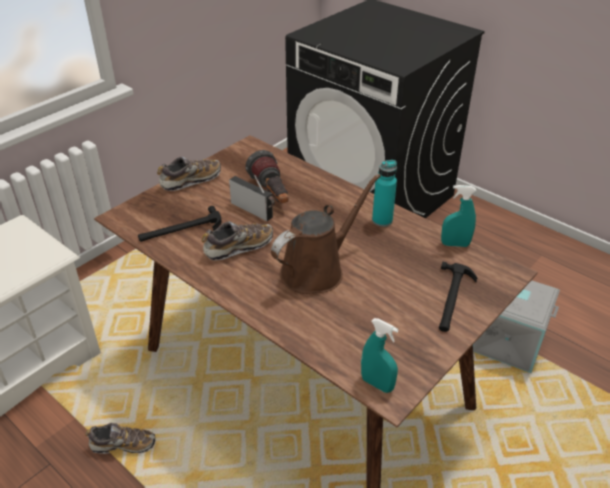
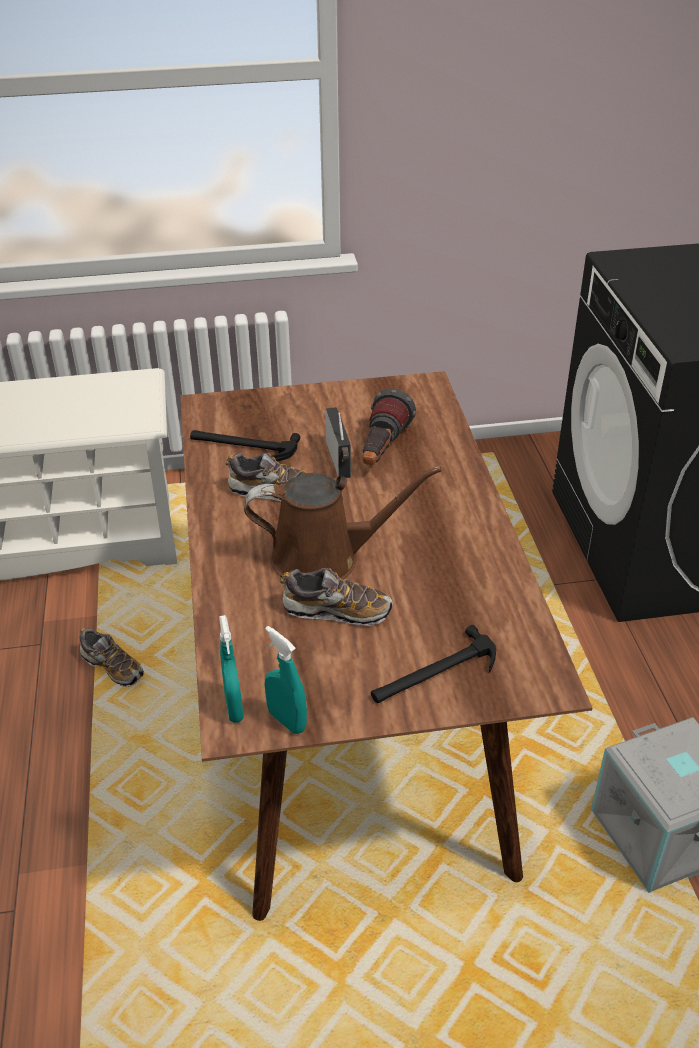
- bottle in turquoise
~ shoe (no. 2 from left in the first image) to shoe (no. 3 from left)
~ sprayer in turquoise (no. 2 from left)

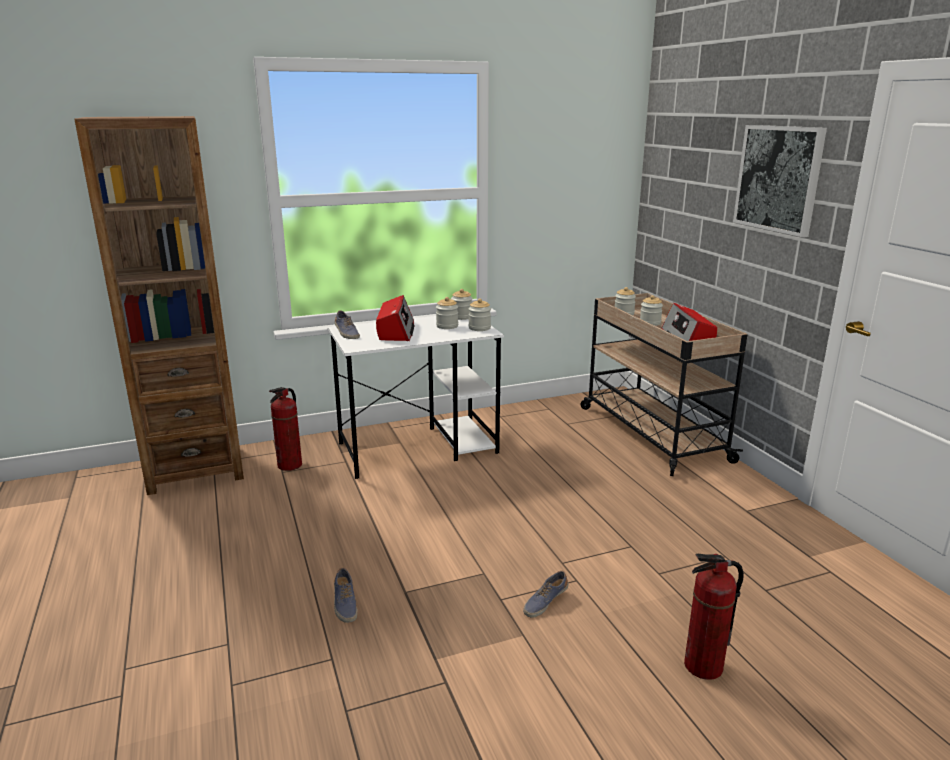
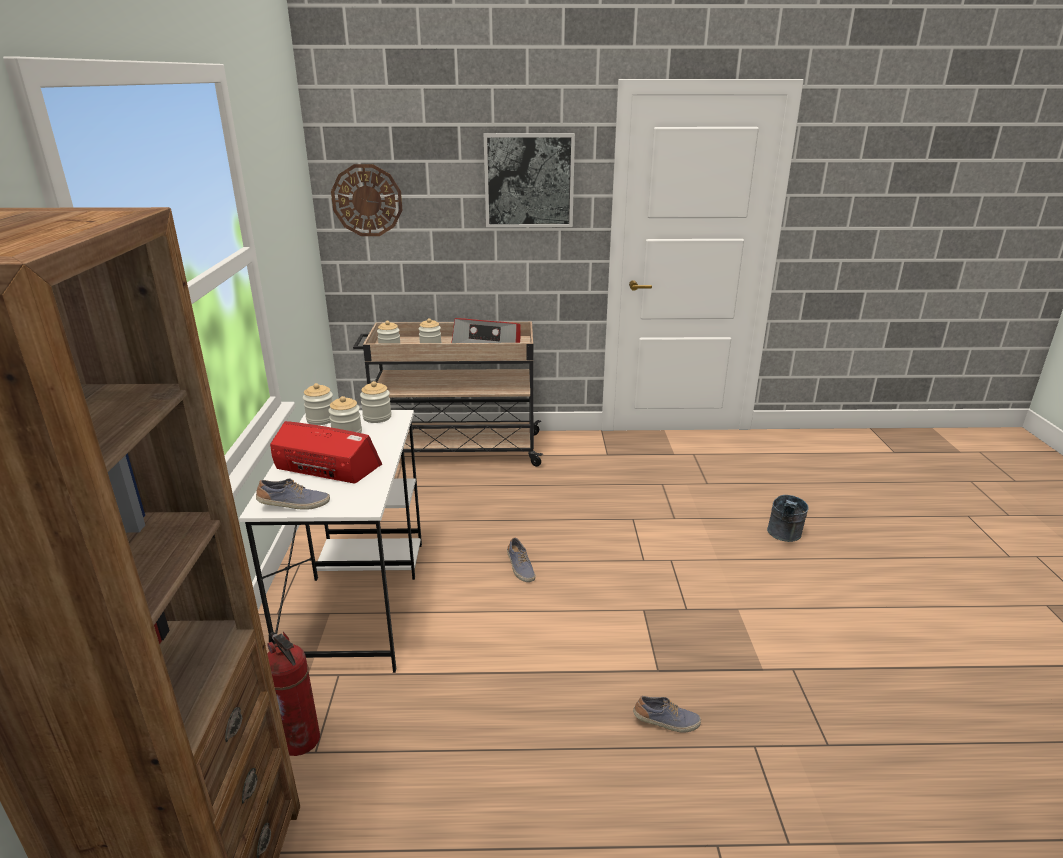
+ hanging clock
~ shoe (no. 3 from left in the first image) to shoe (no. 2 from left)
~ fire-fighting cylinder (no. 2 from left) to pail in greyish

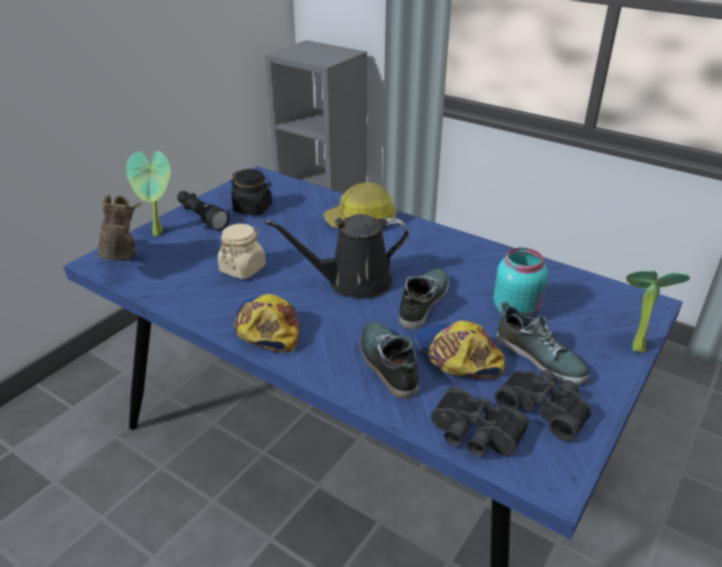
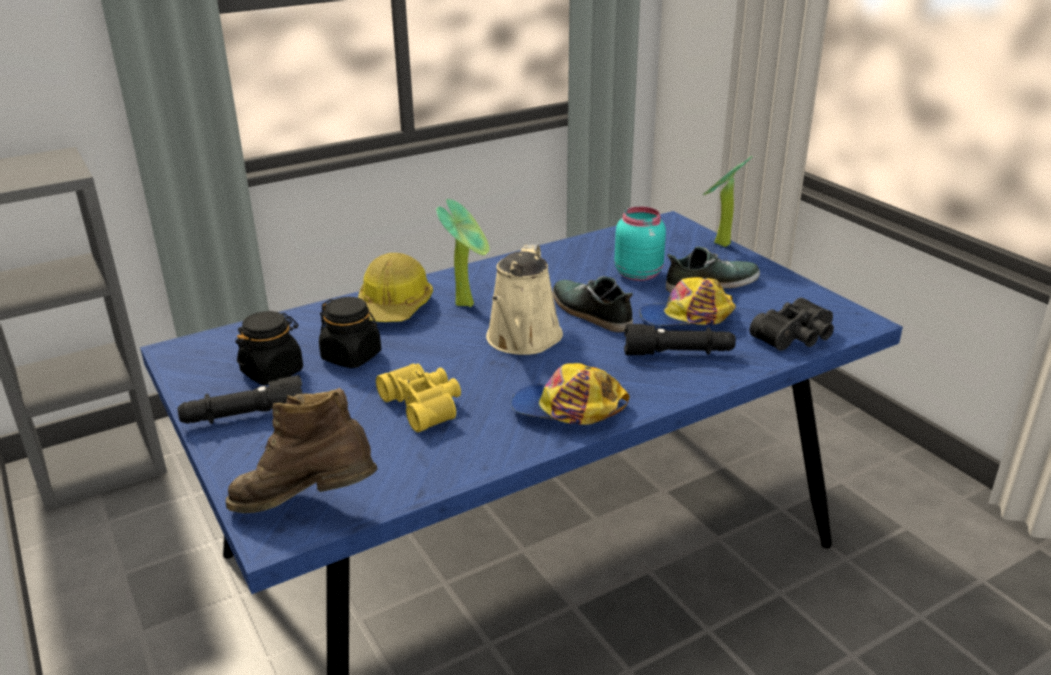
- field glasses in black-coloured (no. 2 from left)
+ storage jar in black-coloured (no. 2 from left)
~ plant in a pot (no. 1 from left)
~ storage jar in sand-coloured to field glasses in yellowish
~ shoe (no. 1 from left) to flashlight in black-coloured (no. 2 from left)
~ watering can in black-coloured to watering can in sand-coloured

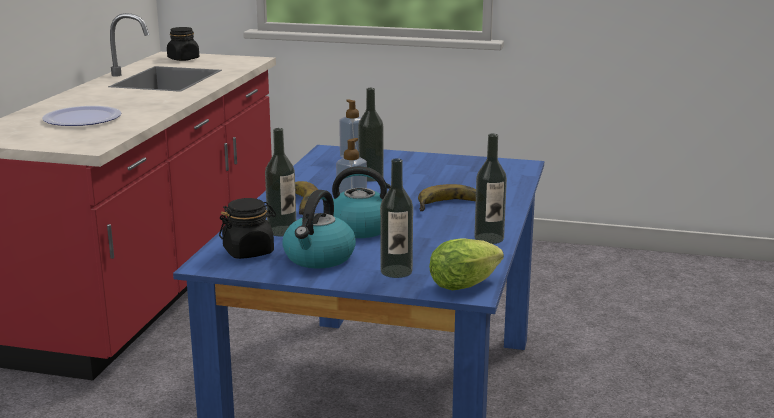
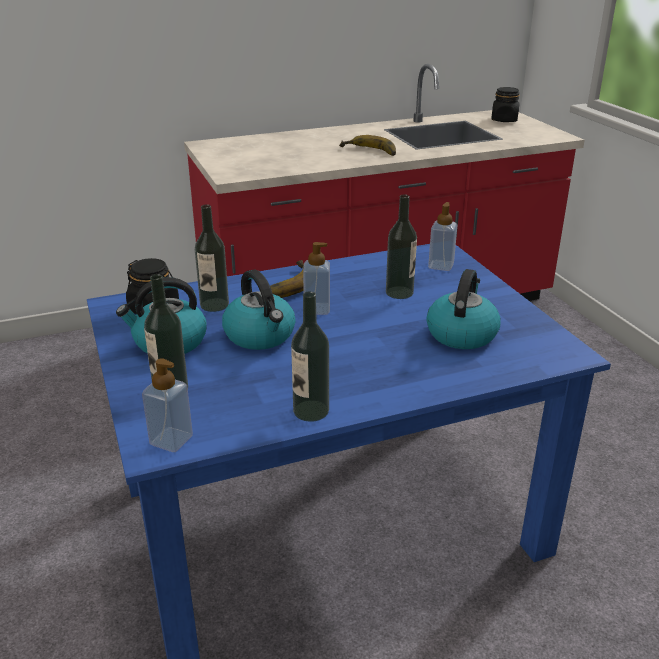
- plate
+ water kettle (no. 3 from left)
~ whole banana (no. 2 from left)
~ lettuce to soap bottle (no. 1 from left)

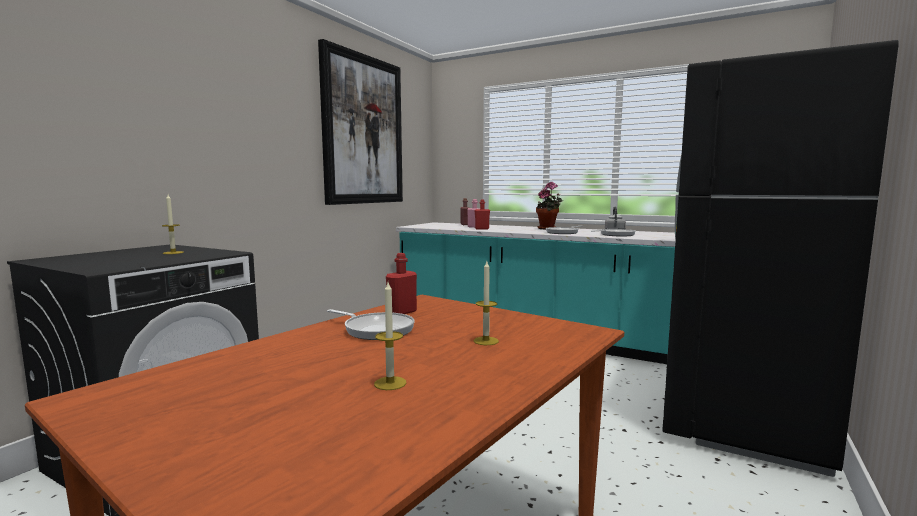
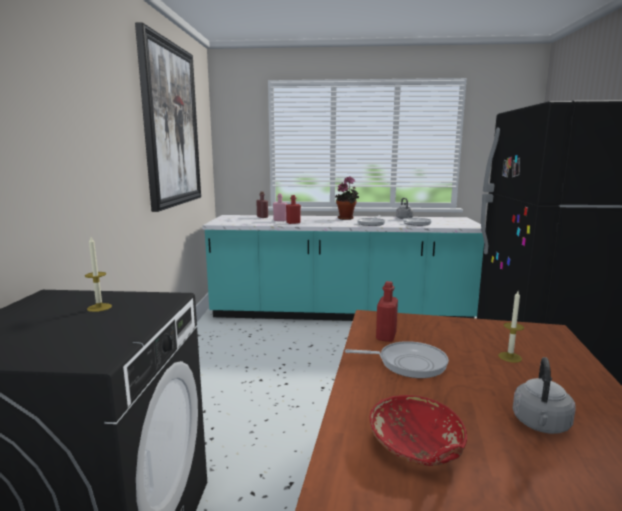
+ deep dish in red
~ wax light (no. 2 from left) to water kettle in greyish (no. 2 from left)

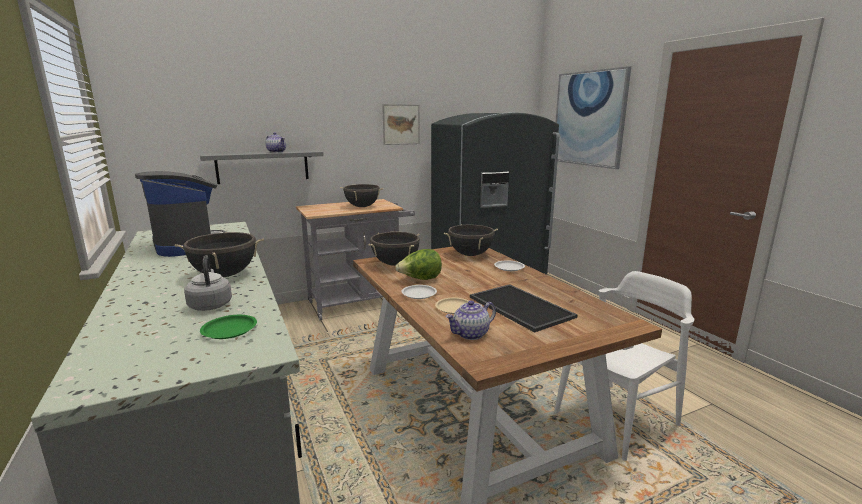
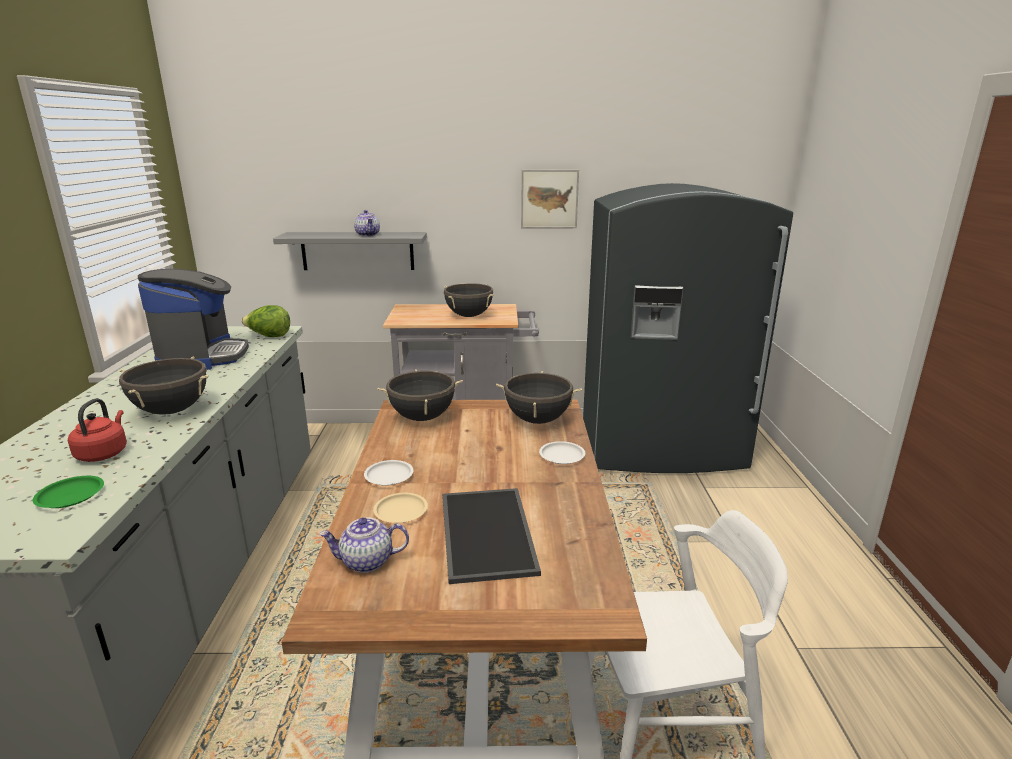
- wall picture (no. 2 from left)
~ lettuce
~ water kettle in greyish to water kettle in red

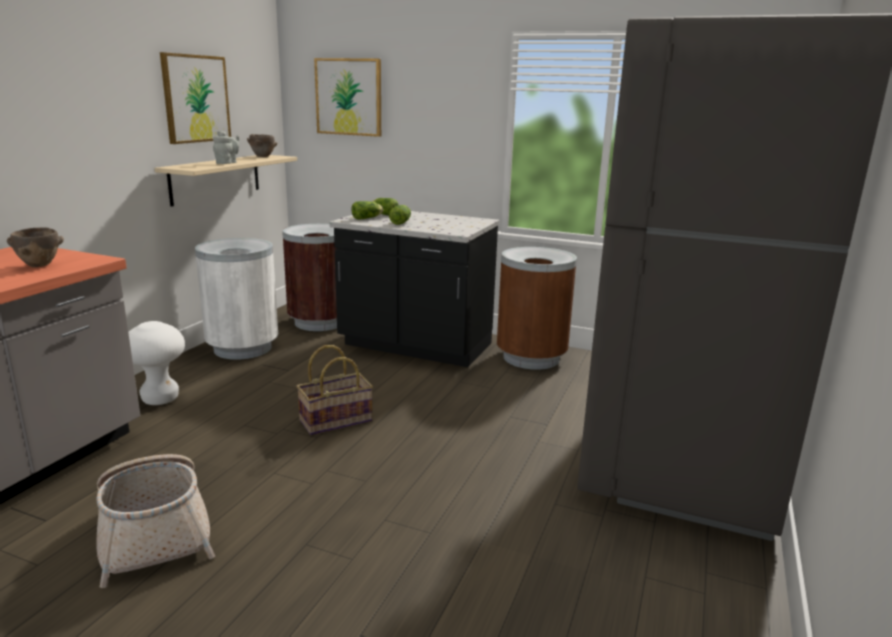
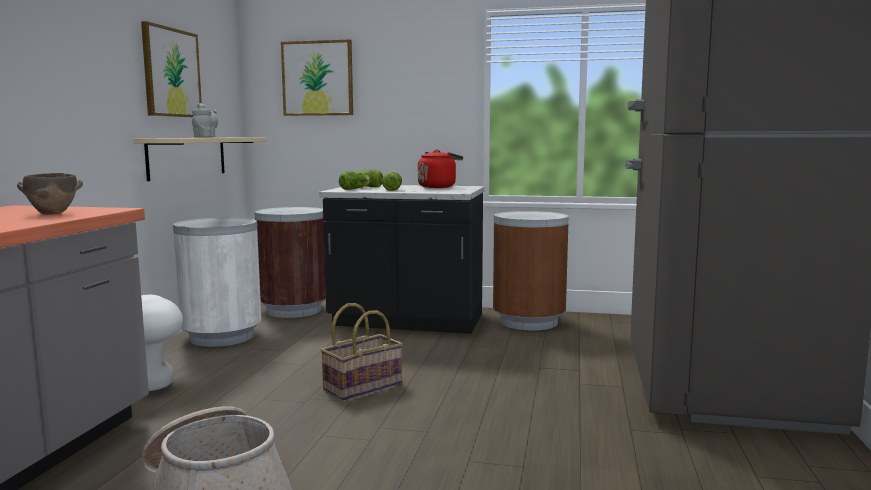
- deep dish in brown (no. 2 from left)
+ water kettle in red

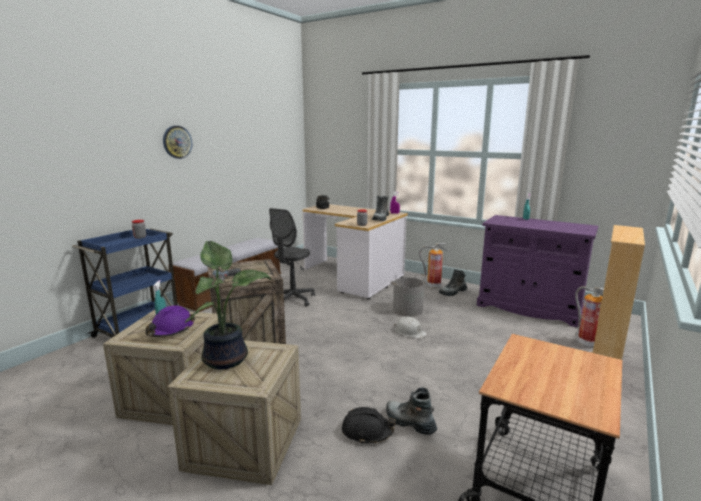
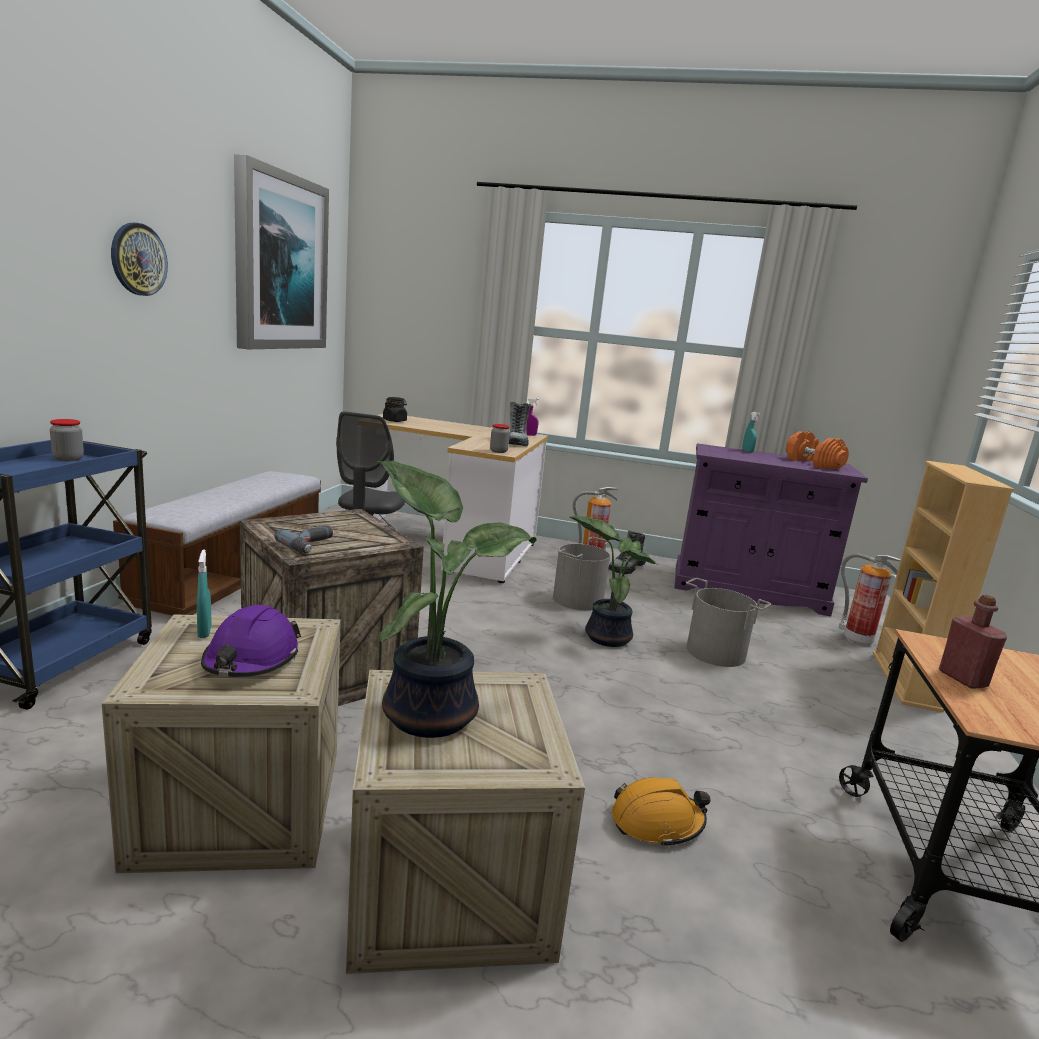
- tall boot (no. 2 from left)
+ wall picture
+ pail in greyish (no. 2 from left)
+ hand weight in orangey
+ bottle in red
~ hard hat in white-coloured to plant in a pot (no. 2 from left)
~ hard hat in black-coloured to hard hat in orangey

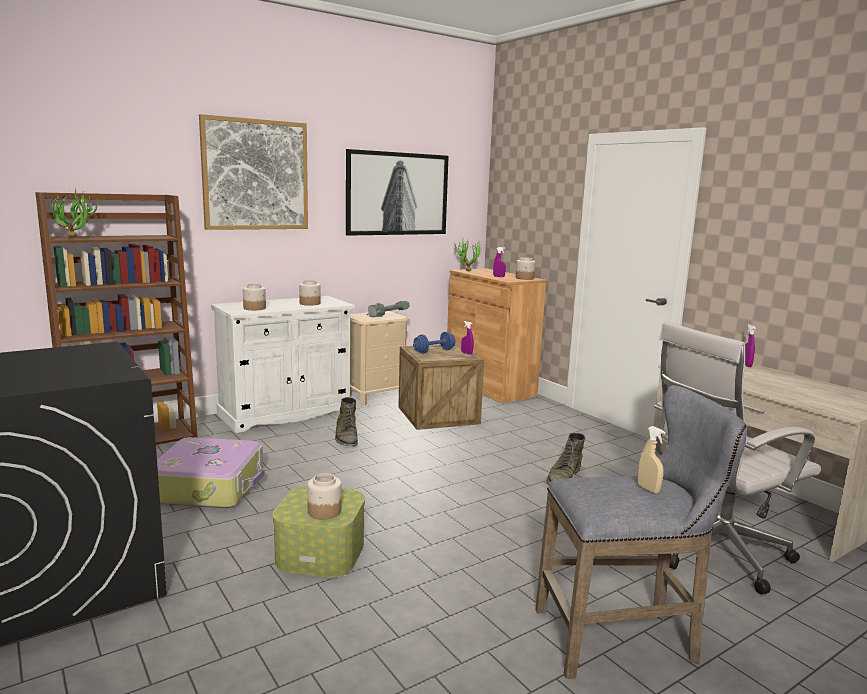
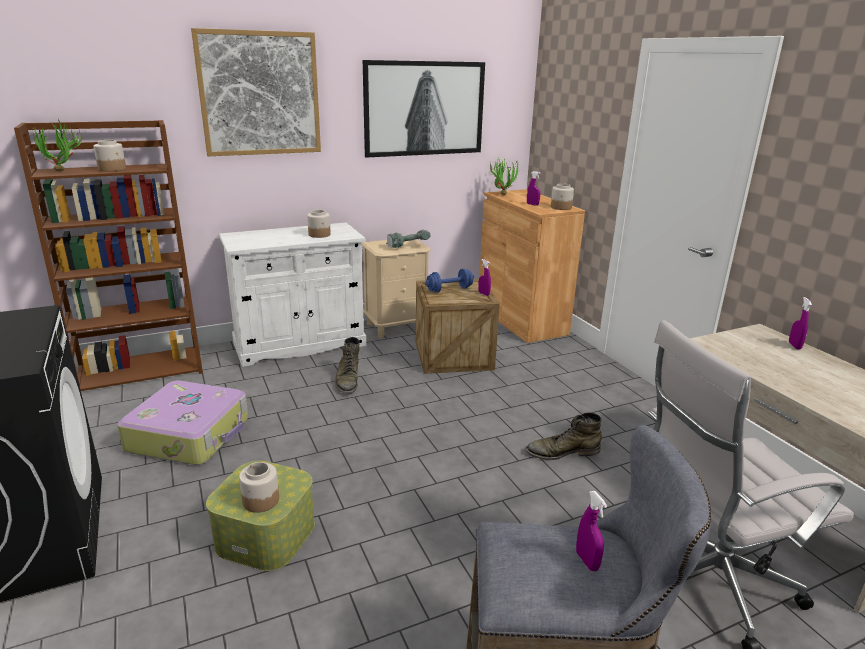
~ storage jar (no. 1 from left)
~ sprayer in sand-coloured to sprayer in purple-coloured (no. 3 from left)
~ tall boot in greenish (no. 2 from left) 45 degrees clockwise

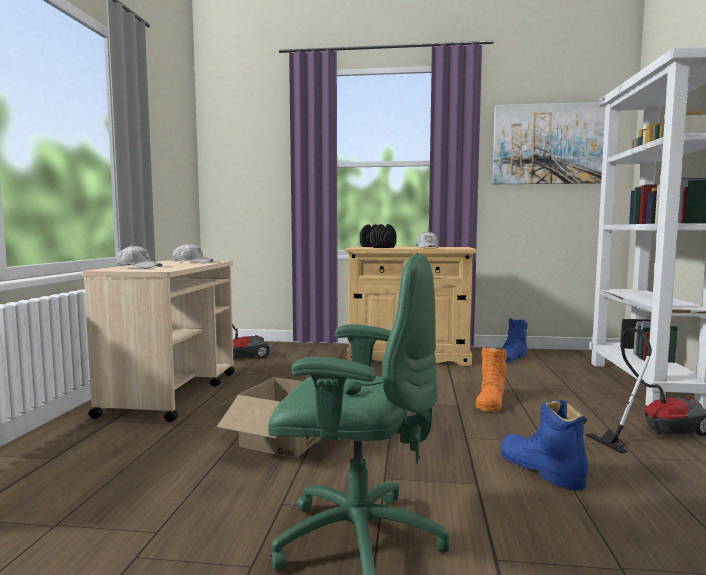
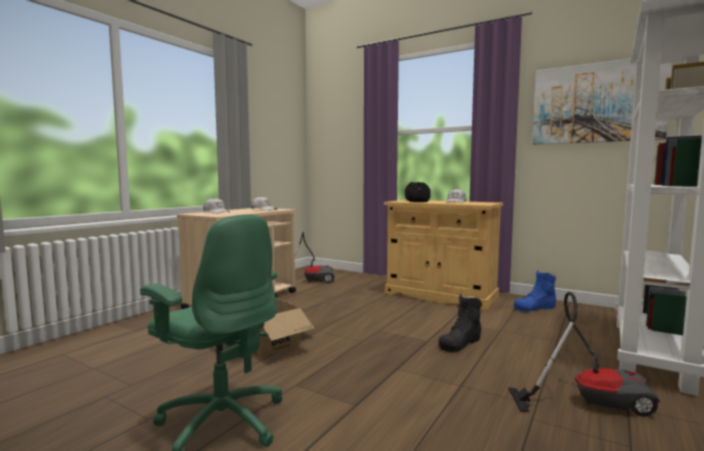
- tall boot in bluish (no. 2 from left)
~ tall boot in orangey to tall boot in black-coloured

